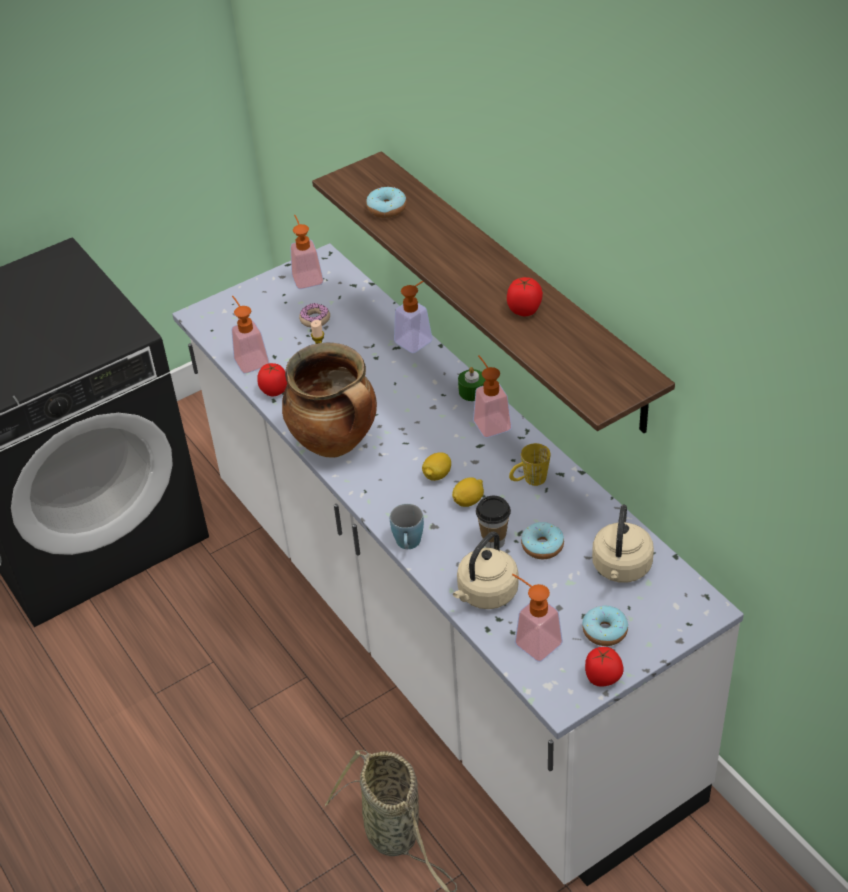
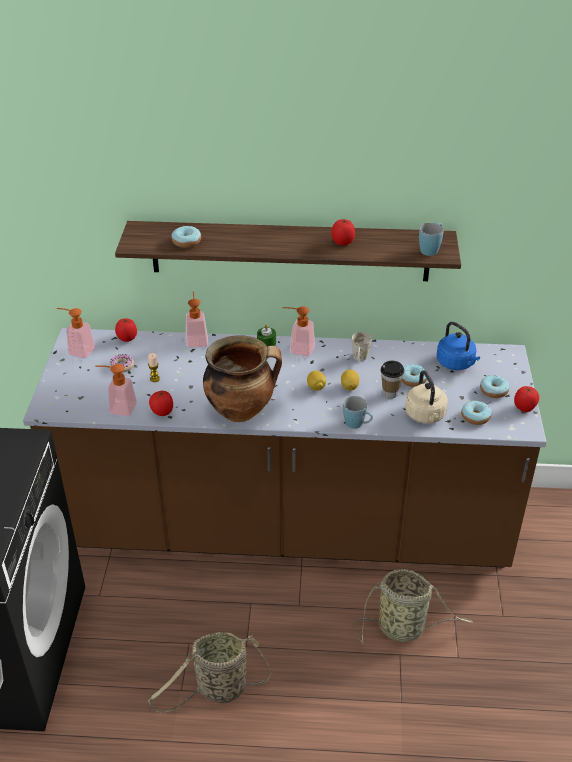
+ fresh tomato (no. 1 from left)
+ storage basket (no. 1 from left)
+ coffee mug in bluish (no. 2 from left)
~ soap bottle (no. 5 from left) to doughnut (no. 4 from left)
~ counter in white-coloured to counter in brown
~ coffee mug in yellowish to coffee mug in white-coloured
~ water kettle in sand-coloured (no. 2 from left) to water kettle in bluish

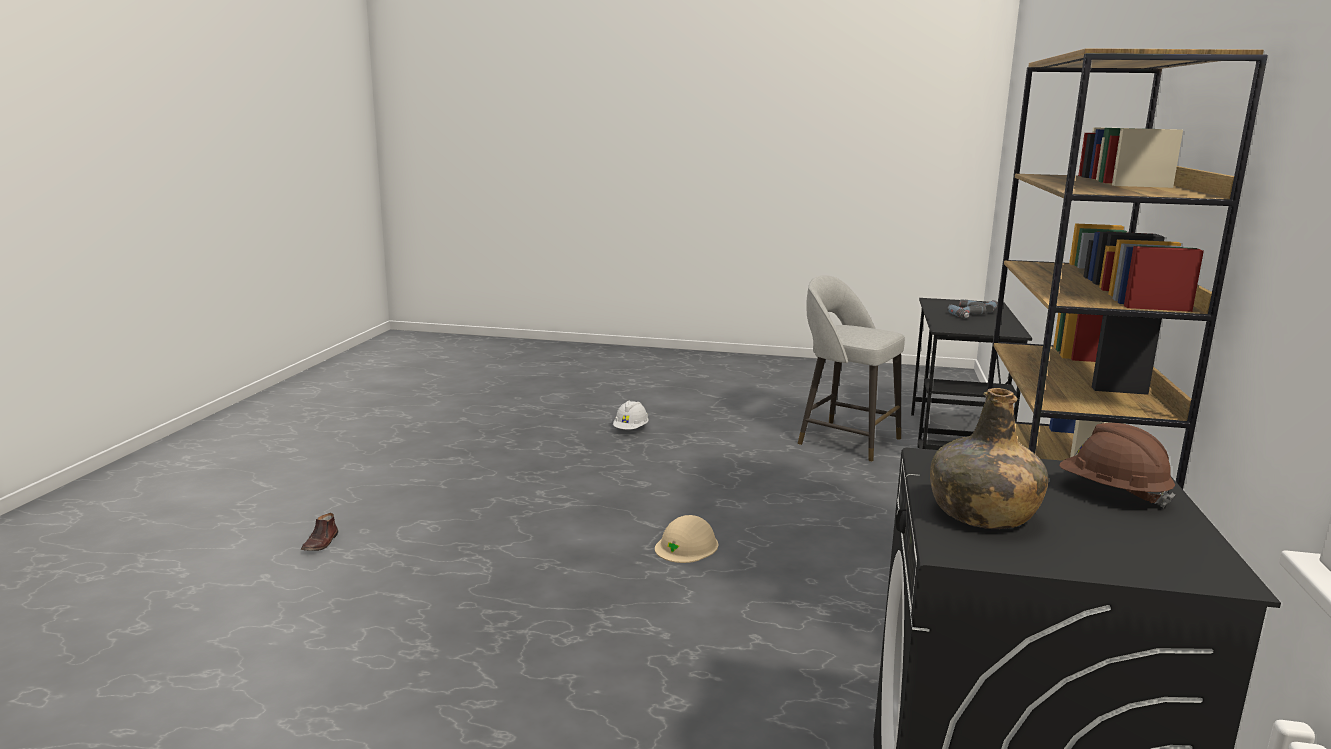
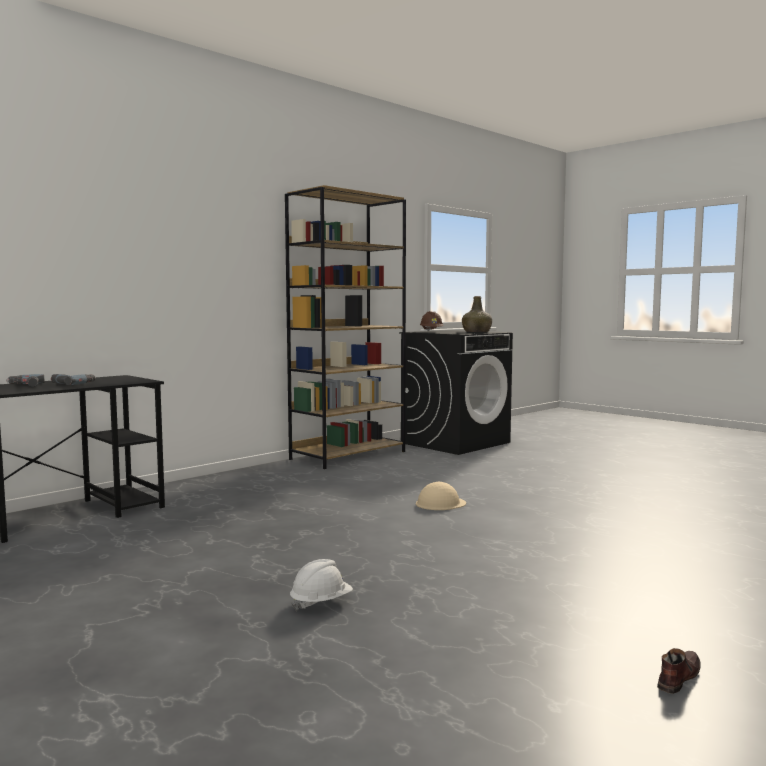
- sitting stool in greyish
~ shoe in brown

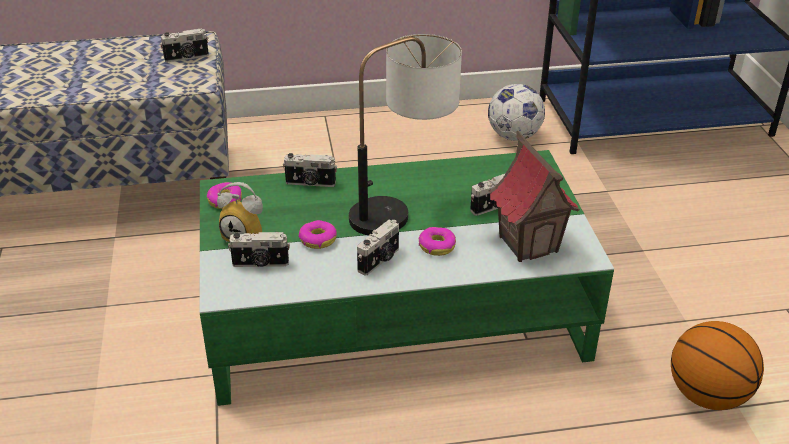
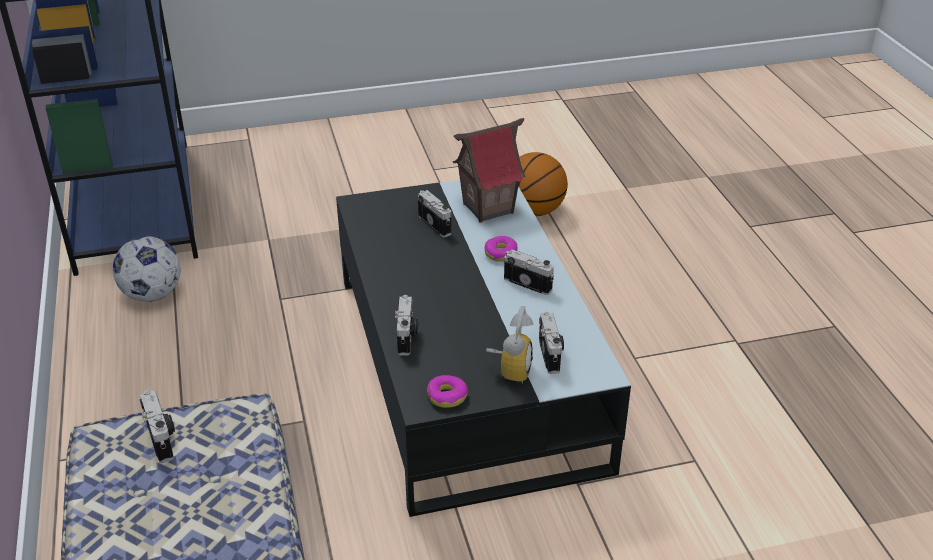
- doughnut (no. 2 from left)
- tabletop lamp
~ lounge table in greenish to lounge table in black-coloured

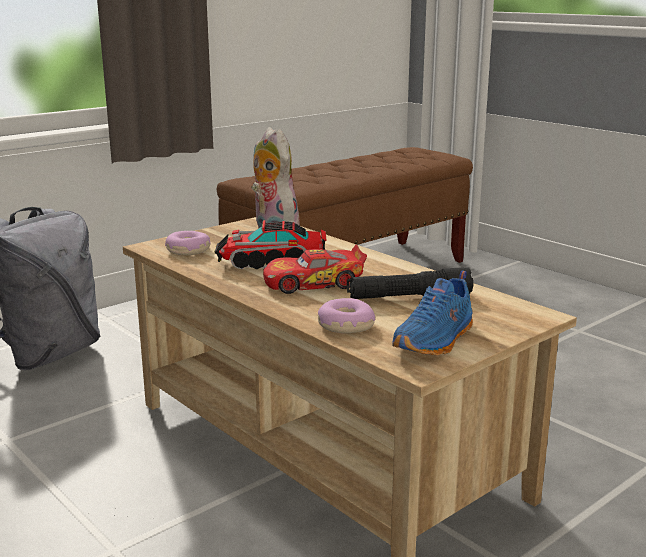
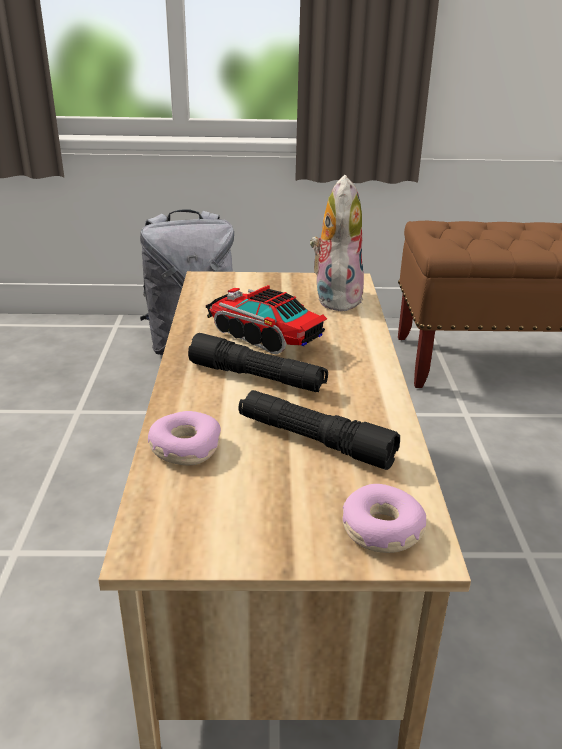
- shoe in bluish
~ doughnut (no. 1 from left in the first image) to doughnut (no. 2 from left)
~ model car to flashlight in black-coloured (no. 1 from left)

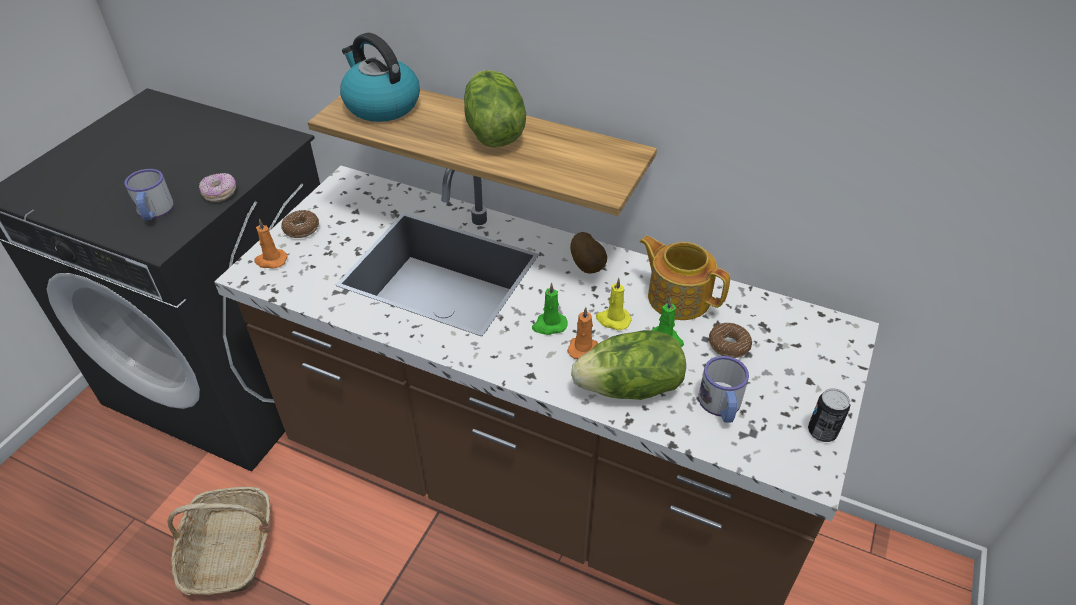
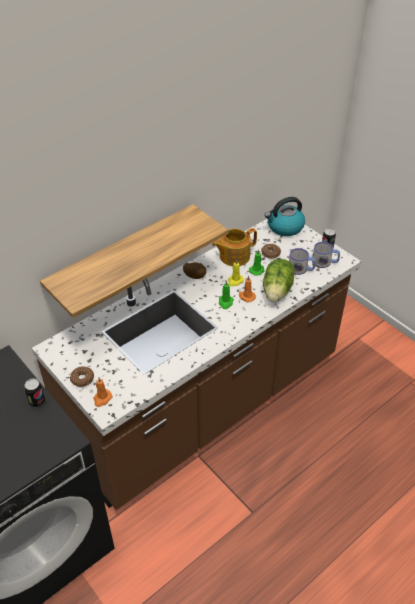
- storage basket
- lettuce (no. 1 from left)
~ coffee mug (no. 1 from left in the first image) to coffee mug (no. 2 from left)
~ water kettle
~ doughnut (no. 1 from left) to sealed can (no. 1 from left)

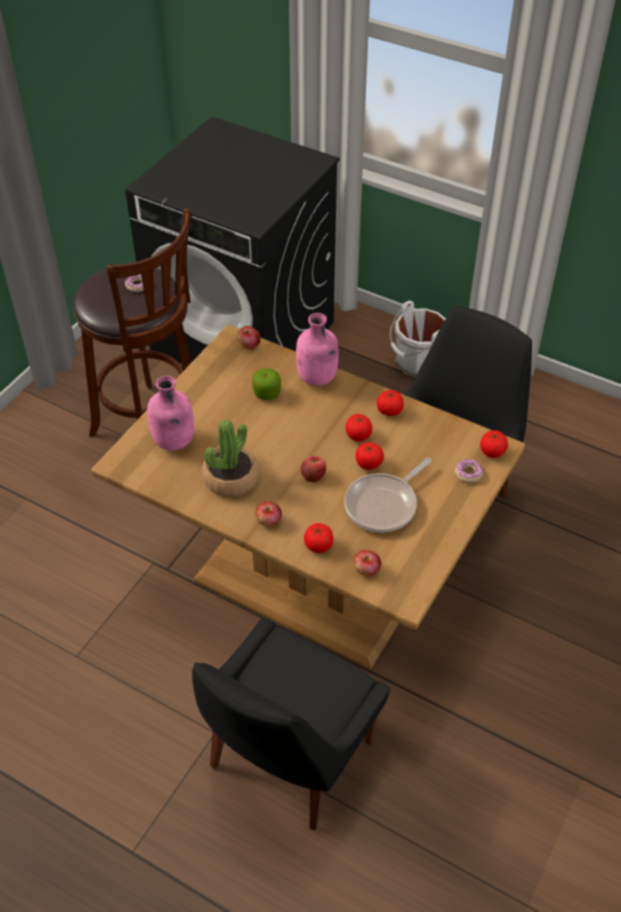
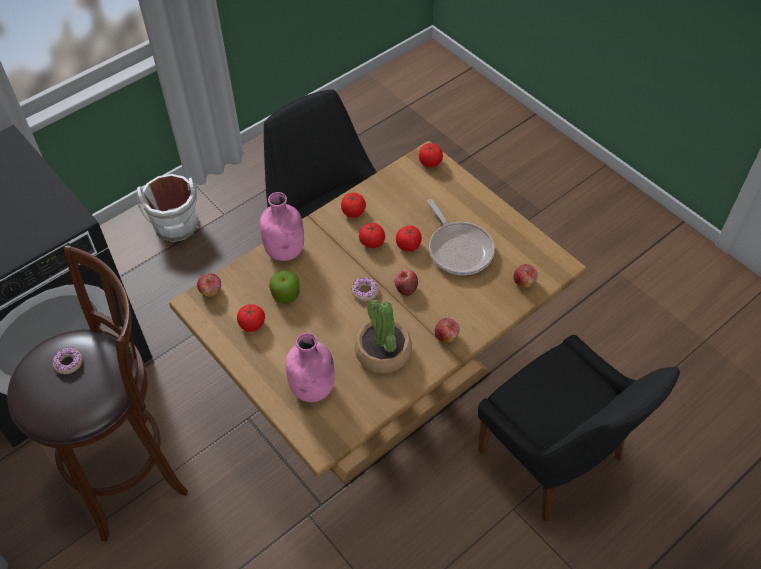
~ fresh tomato (no. 1 from left)
~ doughnut (no. 2 from left)

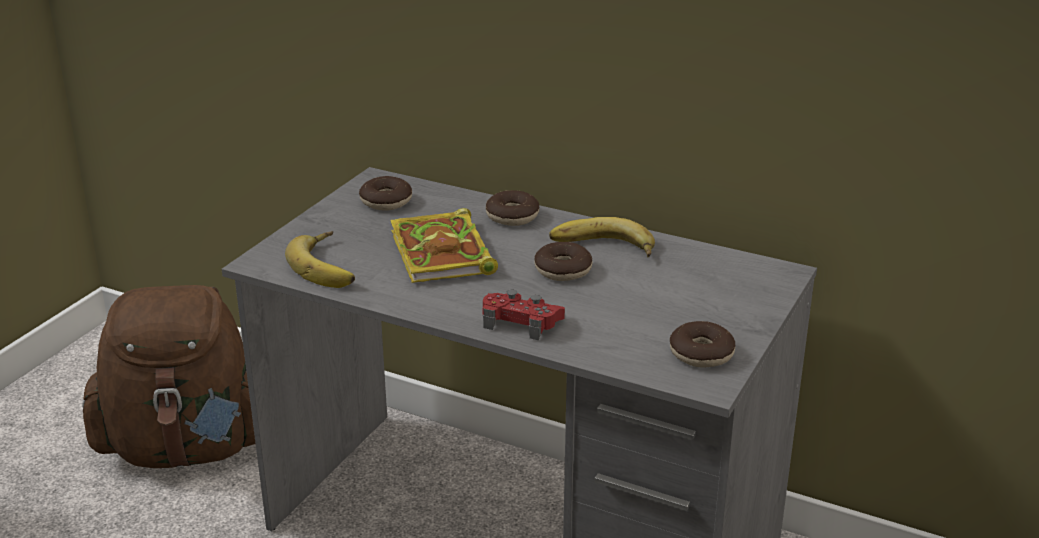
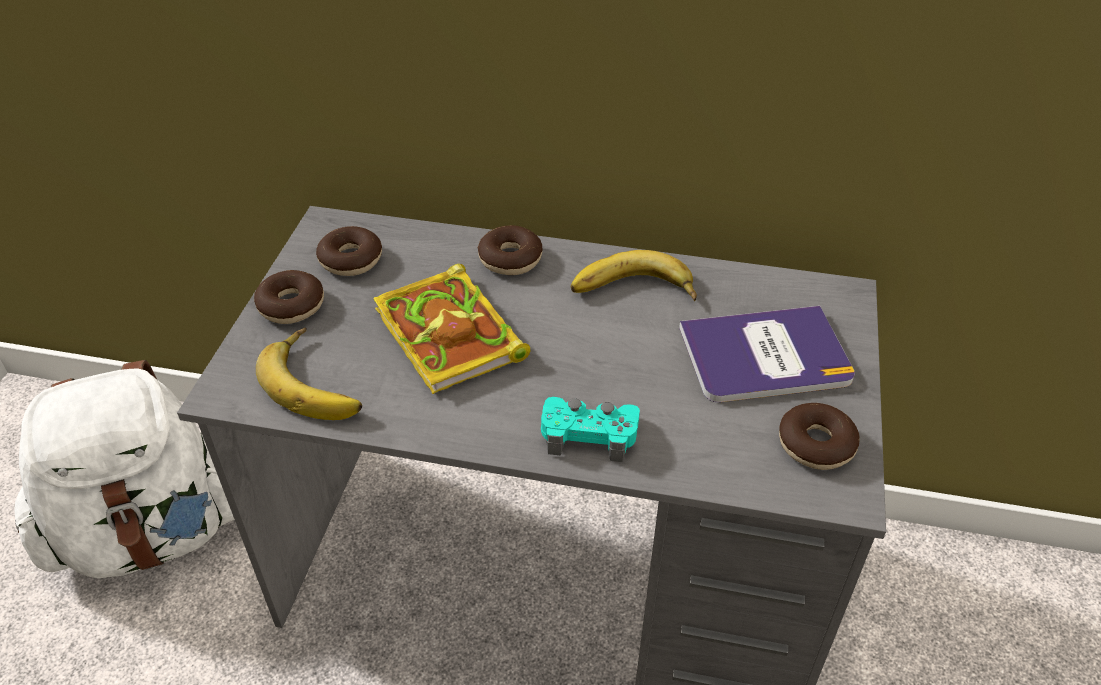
+ bound book (no. 2 from left)
~ doughnut (no. 3 from left in the first image) to doughnut (no. 1 from left)
~ backpack in brown to backpack in white-coloured
~ joypad in red to joypad in turquoise

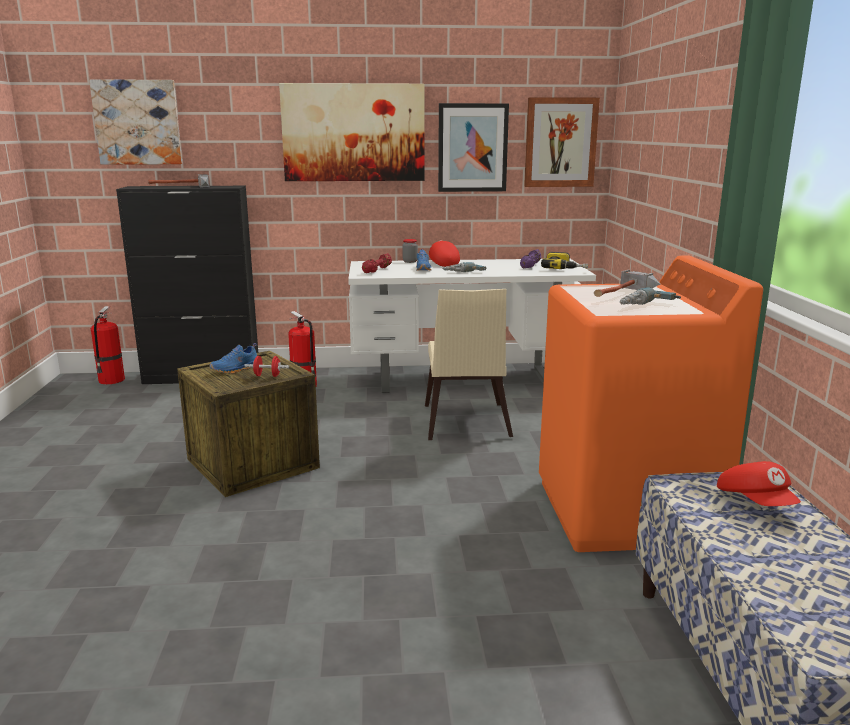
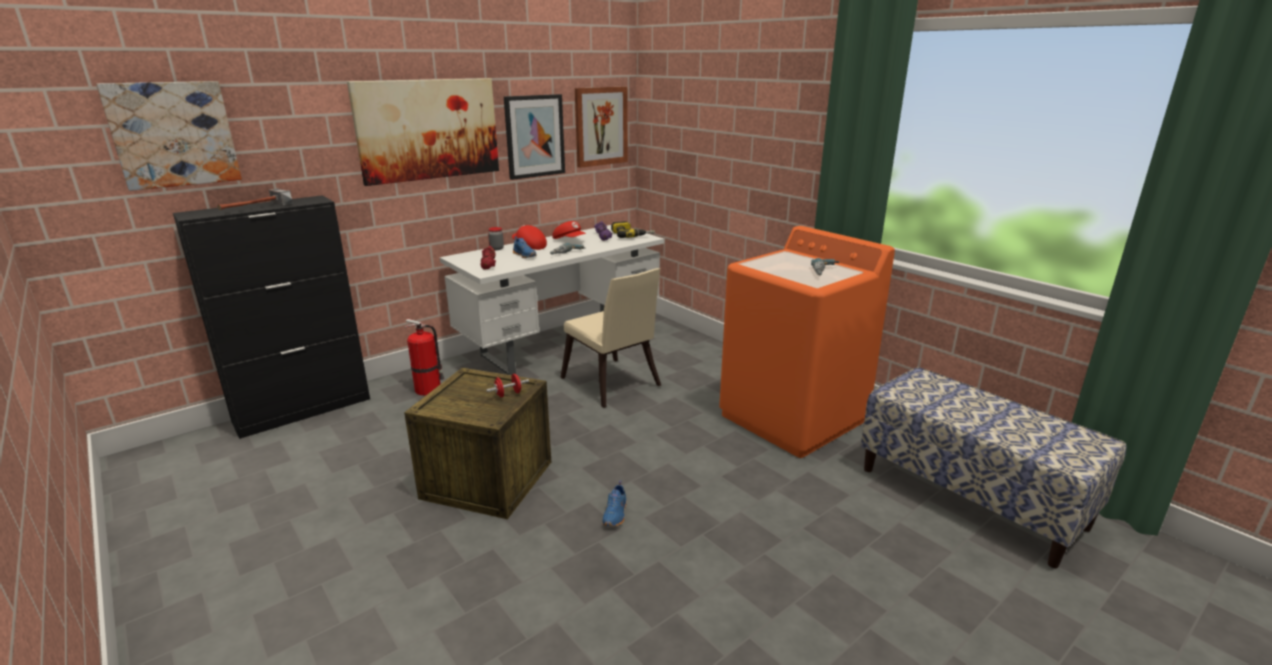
- fire-fighting cylinder (no. 1 from left)
- hammer (no. 2 from left)
~ shoe in bluish (no. 1 from left in the first image) to shoe in bluish (no. 2 from left)
~ baseball cap in red (no. 2 from left)

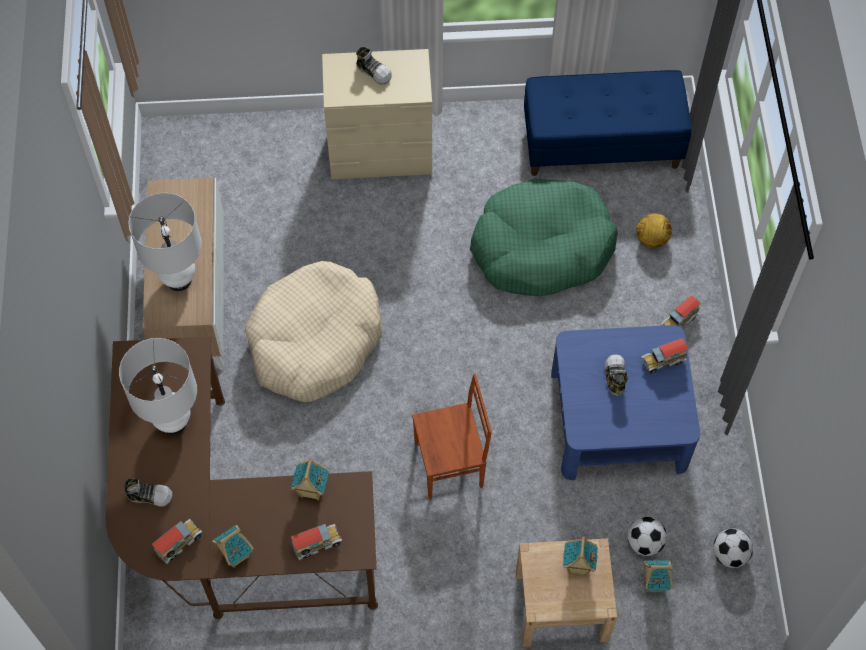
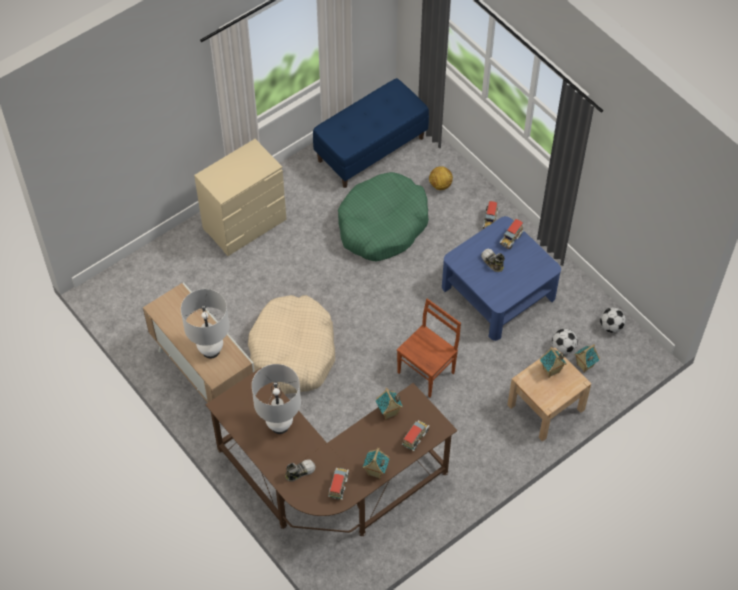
- shoe (no. 2 from left)

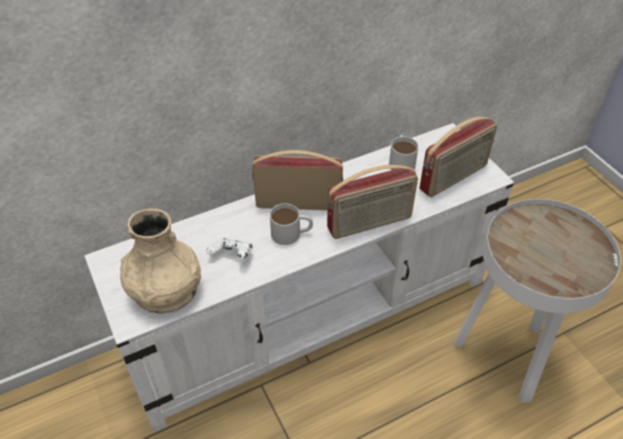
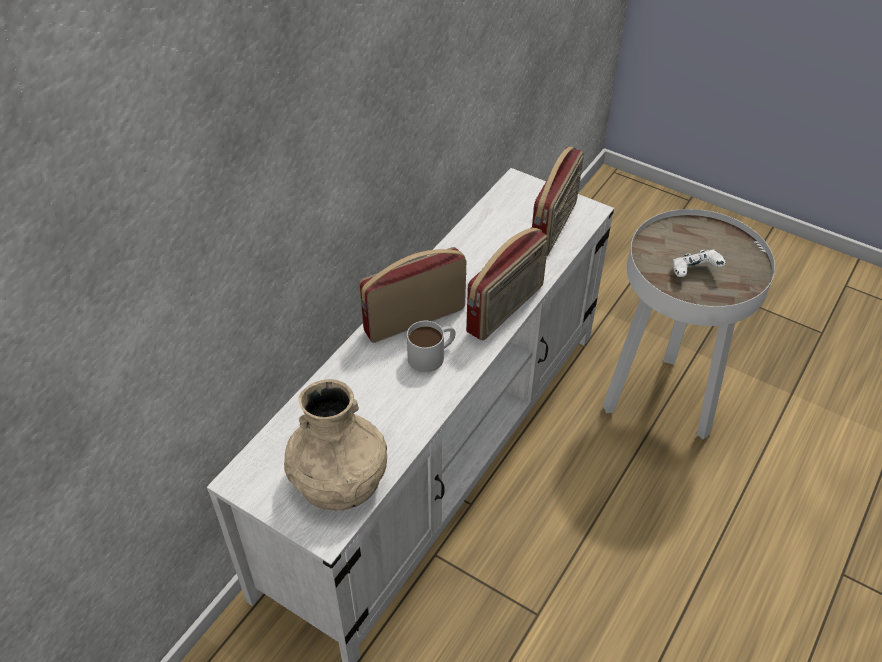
- coffee mug in white-coloured (no. 2 from left)
~ joypad in white-coloured

